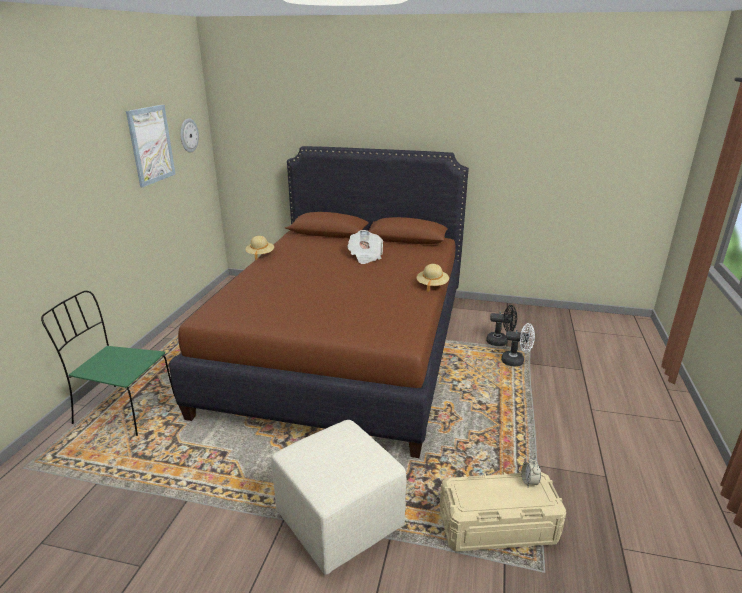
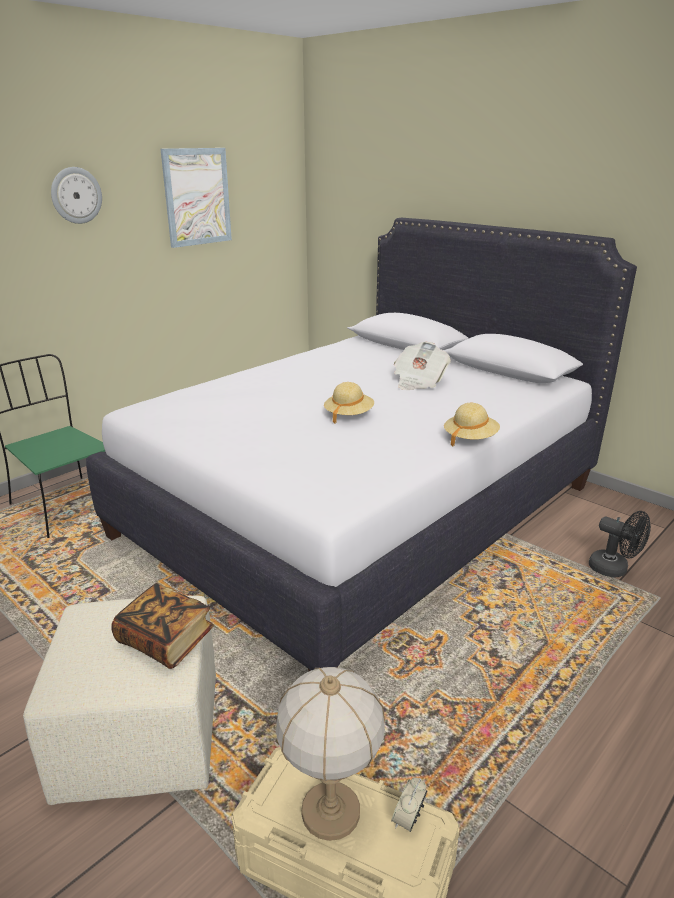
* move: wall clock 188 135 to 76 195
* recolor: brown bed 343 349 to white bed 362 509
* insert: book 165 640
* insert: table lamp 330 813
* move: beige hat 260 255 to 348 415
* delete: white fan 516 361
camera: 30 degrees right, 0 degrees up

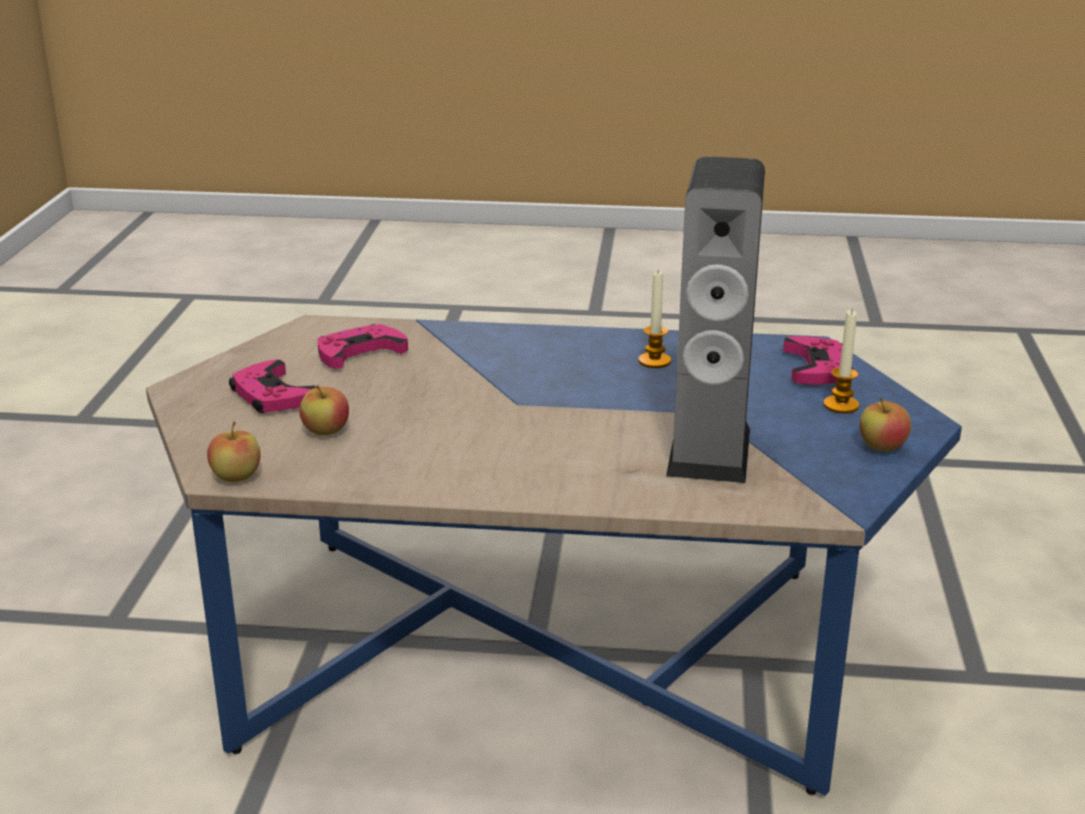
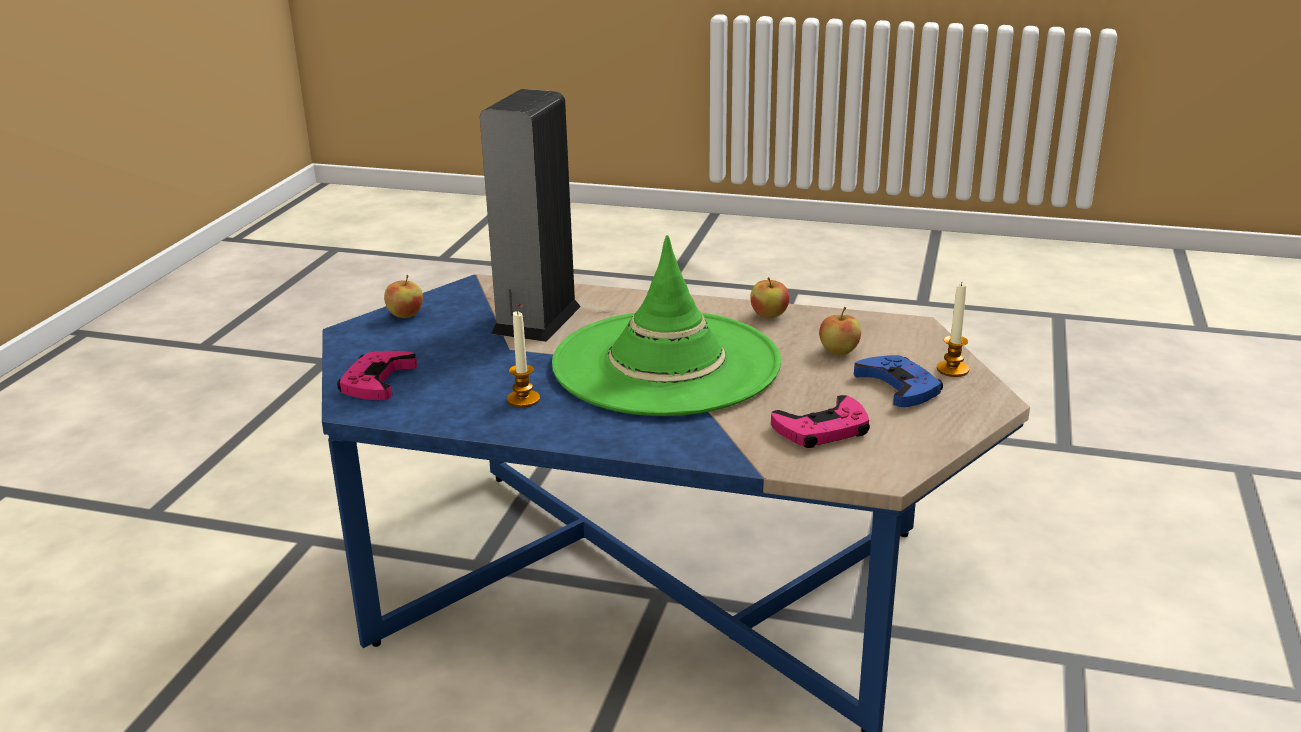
* insert: green hat 666 363
* move: apple 236 477 to 769 315
* recolor: pink game controller 272 395 to blue game controller 899 387
* move: candle 841 405 to 952 369
camera: 170 degrees left, 0 degrees up

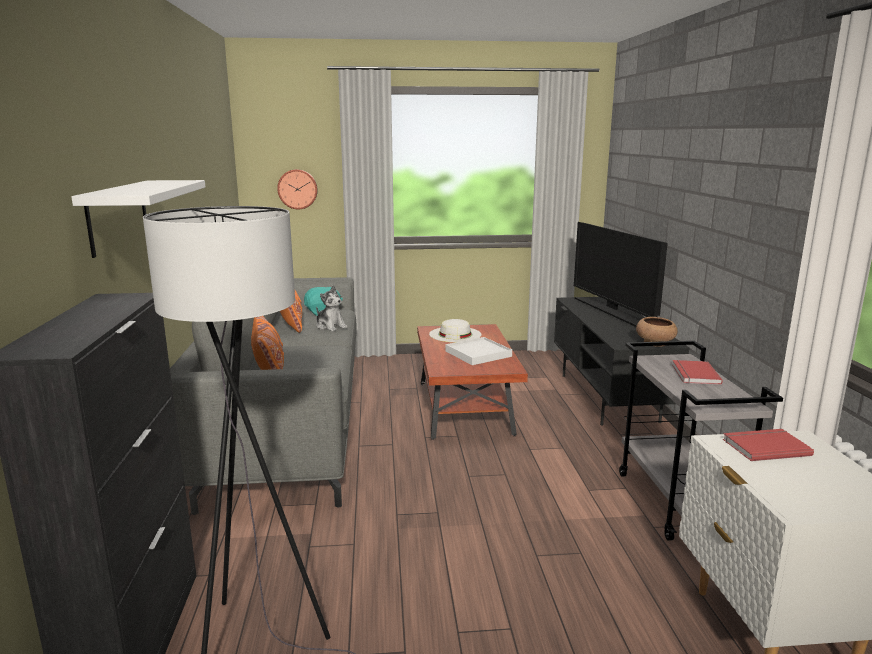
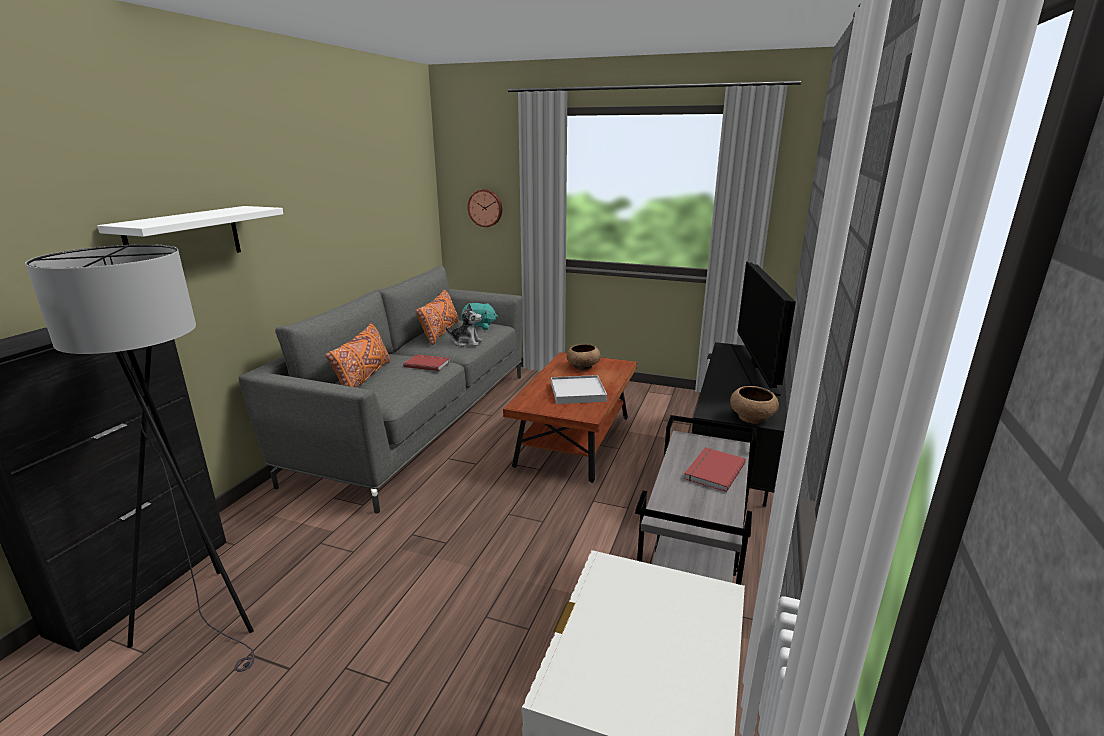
* move: red book 764 446 to 427 364
* rotate: plush toy 330 326 = 466 342 60 degrees counterclockwise
* replace: white hat 455 334 to brown bowl 582 367
camera: 25 degrees right, 5 degrees up

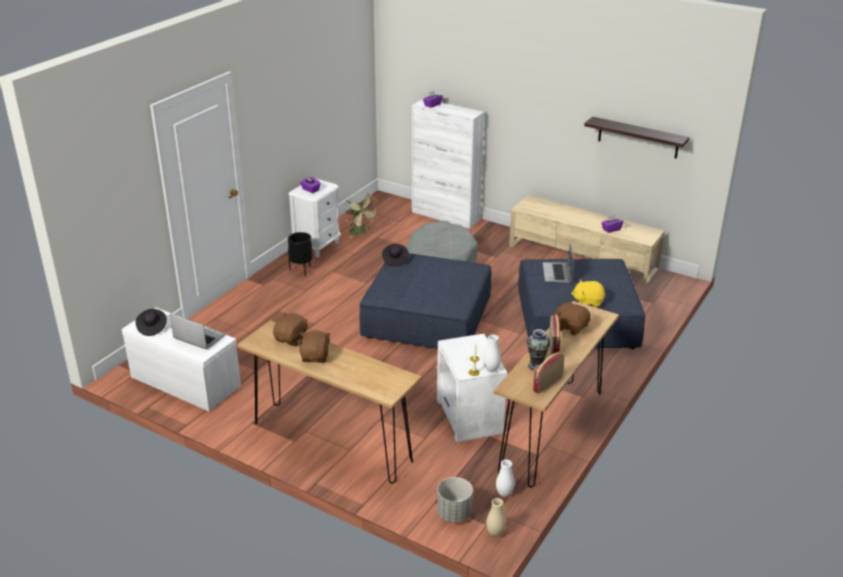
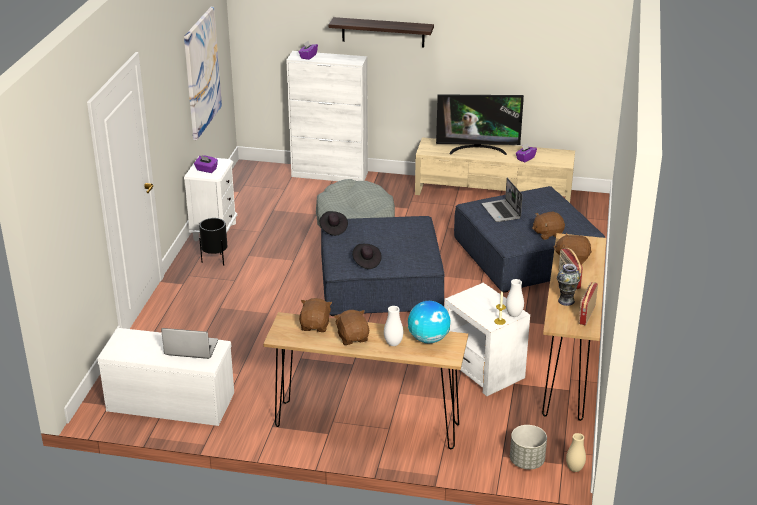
* insert: picture 201 72
* move: shelf 638 138 to 383 32
* move: black hat 152 328 to 366 262
* move: white vase 504 493 to 393 344
* insert: globe 428 339
* insert: television 477 149
* recolor: yellow plush toy 588 302 to brown plush toy 547 234
* delete: green fan 360 232
camera: 20 degrees left, 0 degrees up

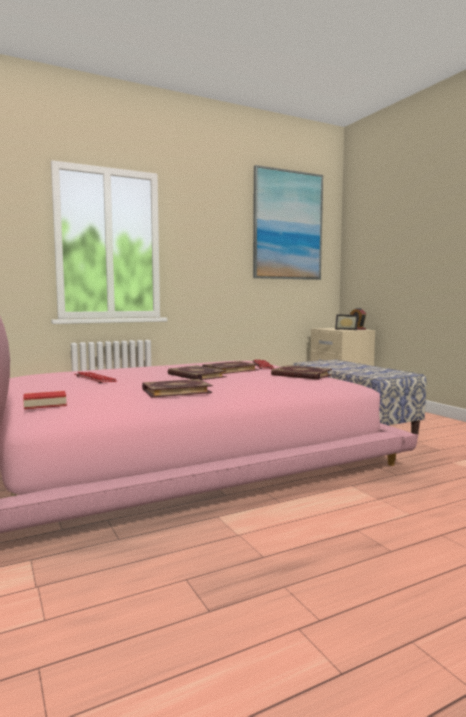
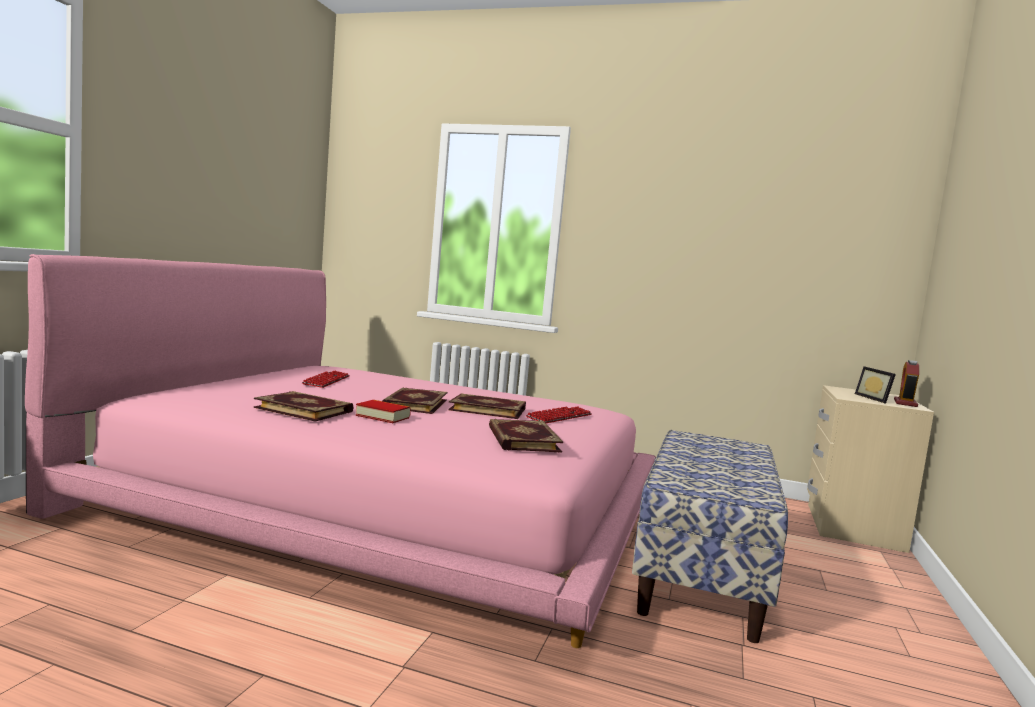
* move: book 45 404 to 382 416
* delete: picture 287 225
camera: 45 degrees right, 0 degrees up

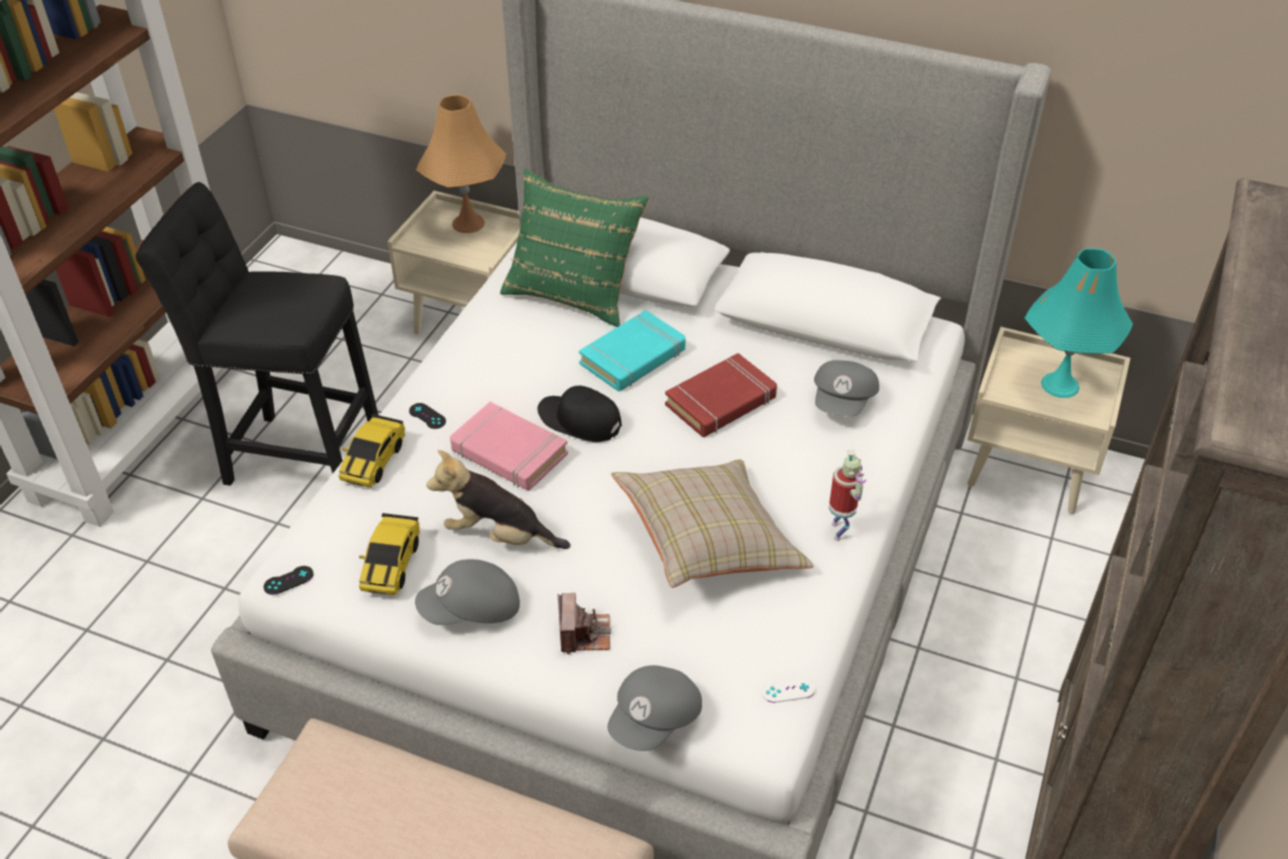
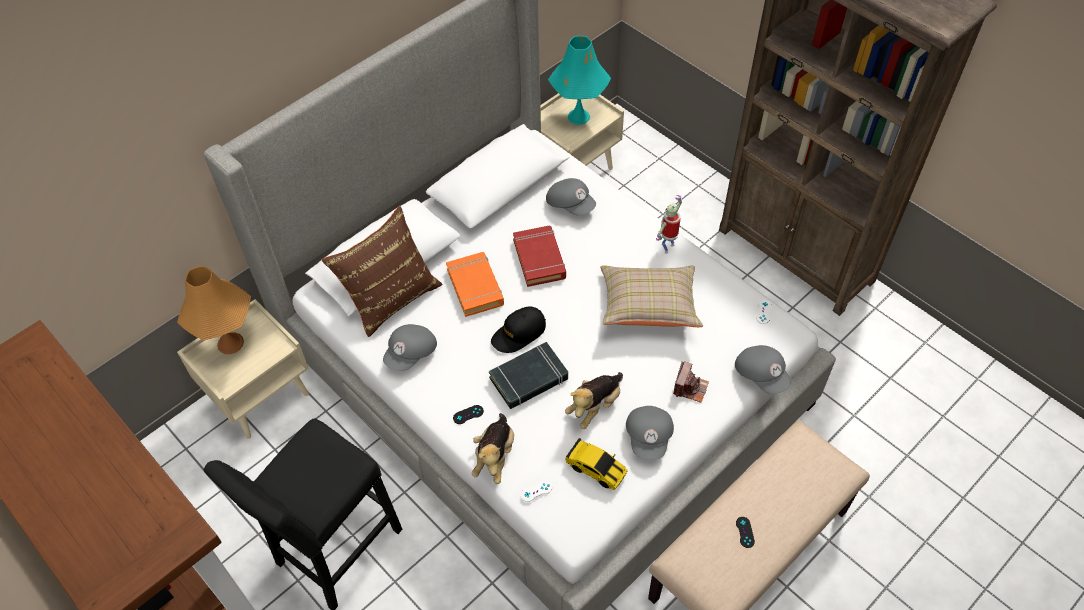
* recolor: green pillow 574 291 to brown pillow 390 296
* insert: grey cap 411 354
* recolor: turquoise book 633 357 to orange book 475 287
* replace: toy car 374 461 to plush toy 495 456
* recolor: pink book 508 453 to black book 529 379
* insert: white game controller 536 491
* rotate: toy robot 840 532 = 667 247 75 degrees counterclockwise
* rotate: photo camera 584 633 = 690 387 90 degrees clockwise
* move: black game controller 288 580 to 745 532
camera: 65 degrees left, 10 degrees up

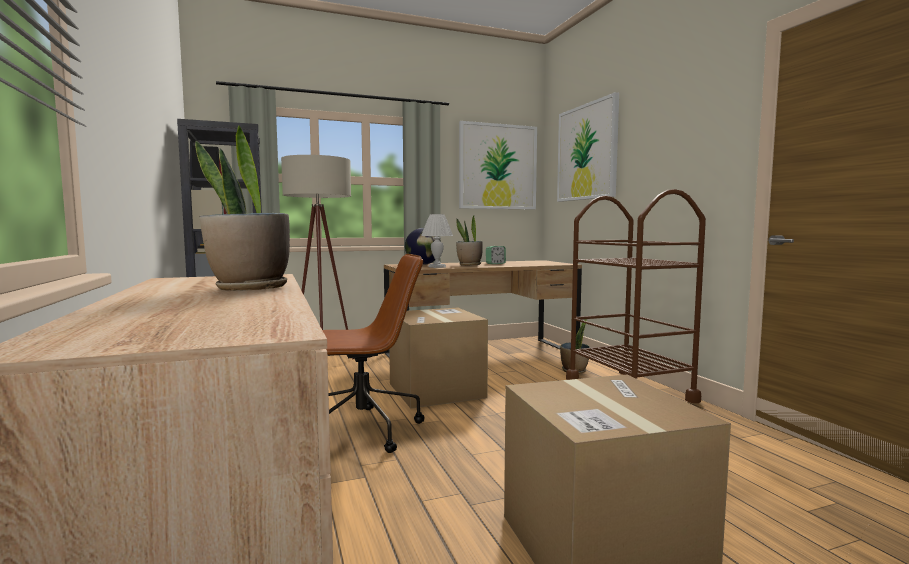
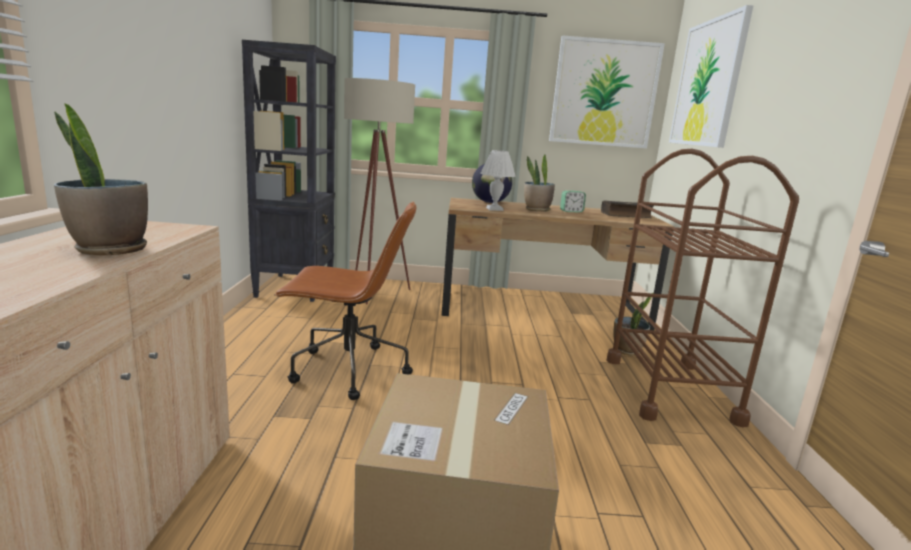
* insert: book 626 215
* delete: cardboard box 436 390
camera: 20 degrees right, 10 degrees up

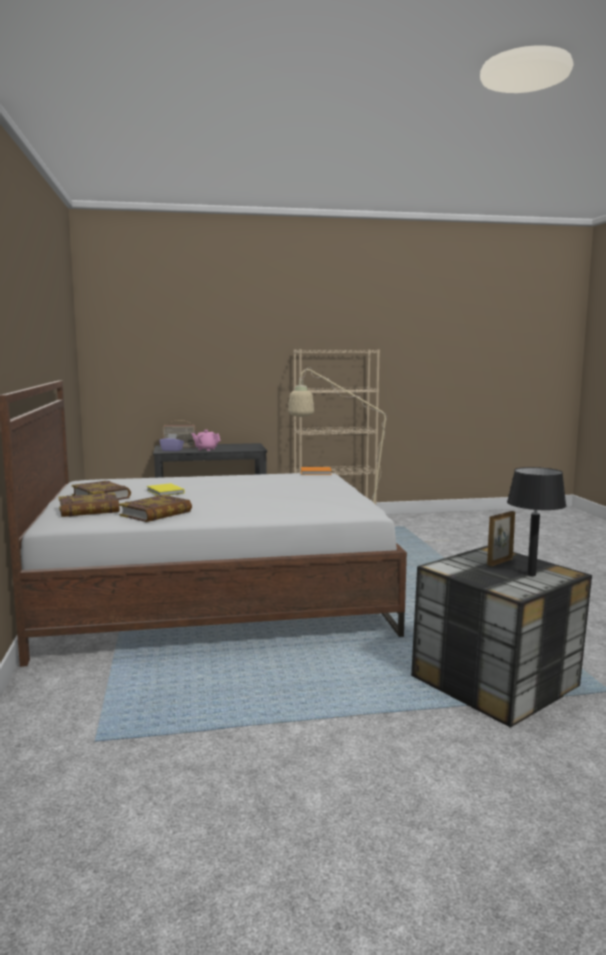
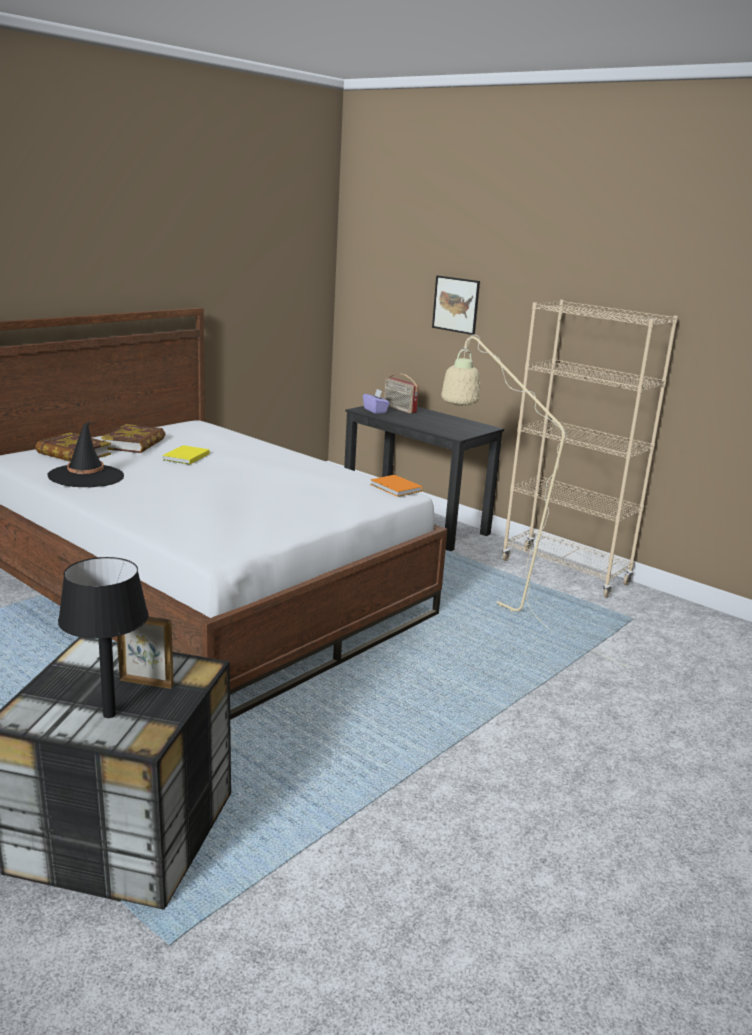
* replace: book 156 514 to black hat 86 476
* insert: picture 456 304
* delete: pink teapot 206 449
camera: 50 degrees right, 10 degrees up

